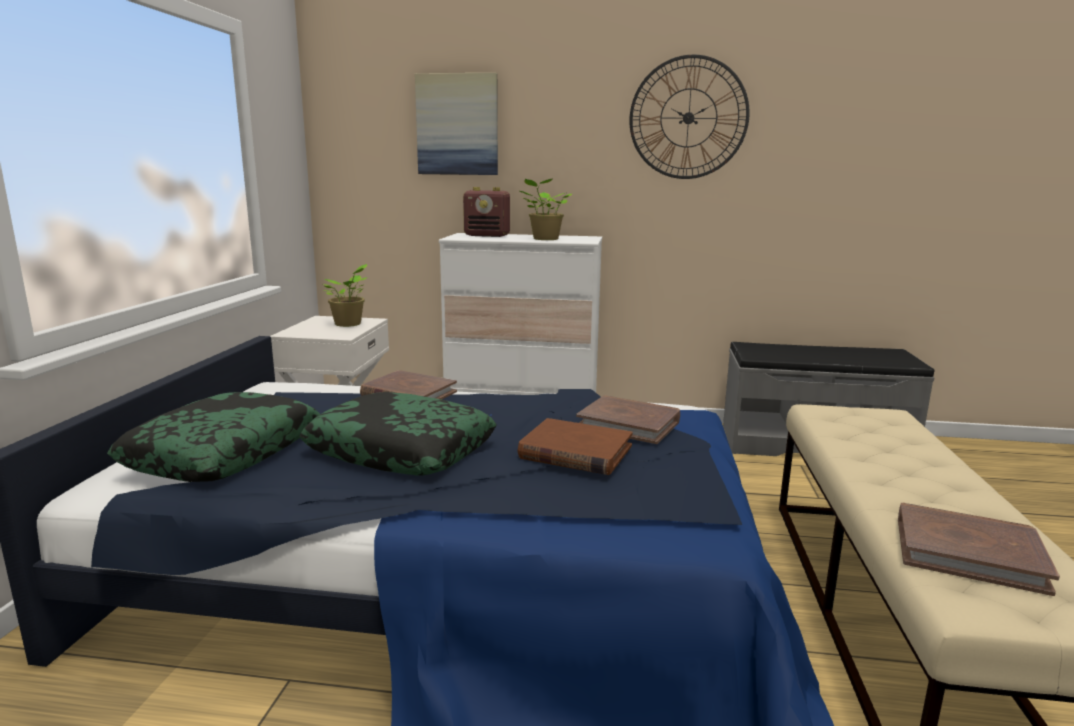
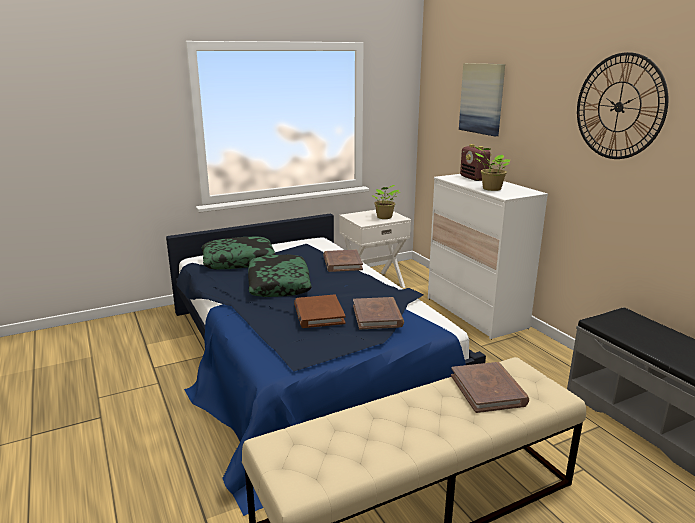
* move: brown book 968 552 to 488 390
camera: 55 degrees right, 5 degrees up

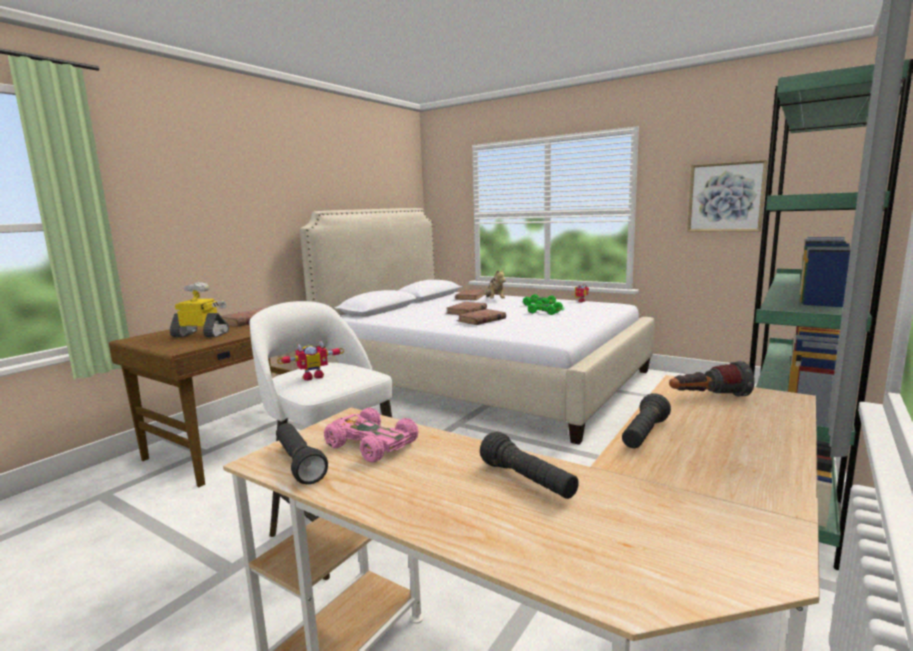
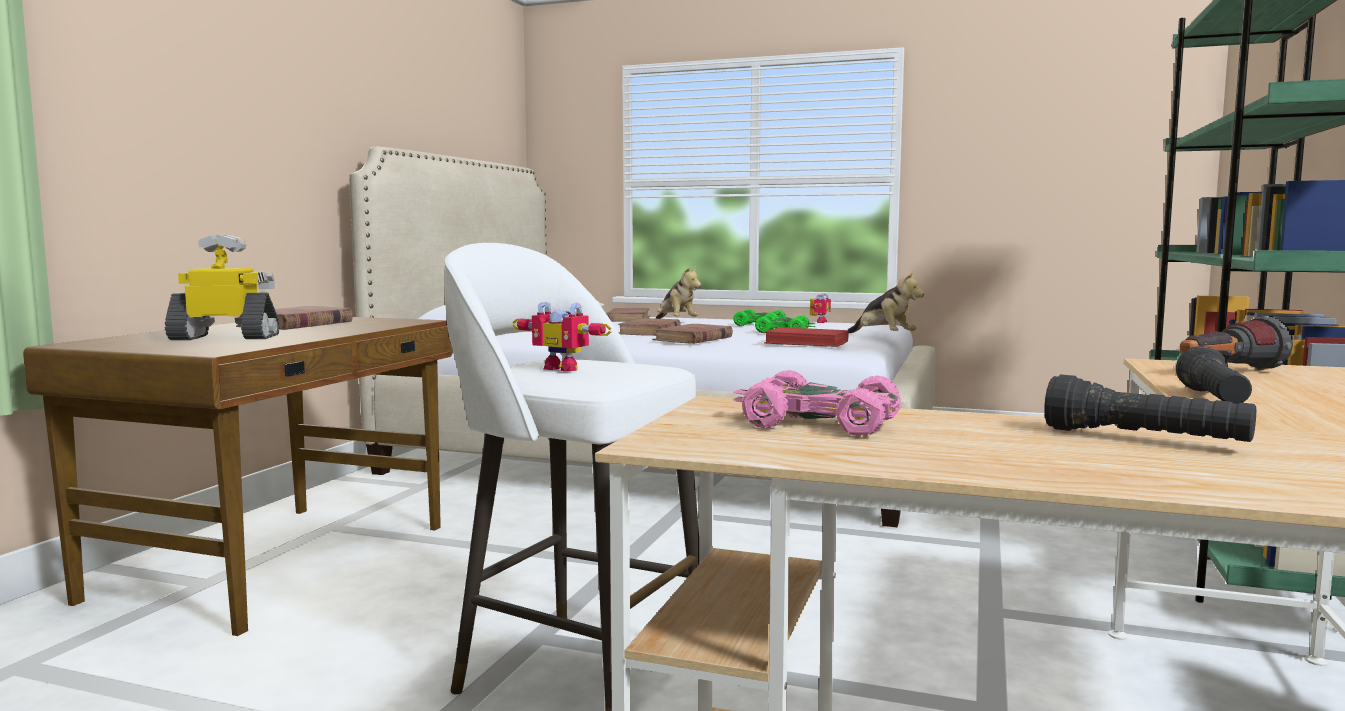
* rotate: toy robot 312 376 = 565 368 75 degrees clockwise
* insert: red book 807 342
* insert: plush toy 883 337
* delete: black flashlight 299 464
* delete: picture 725 197
camera: 15 degrees left, 5 degrees down

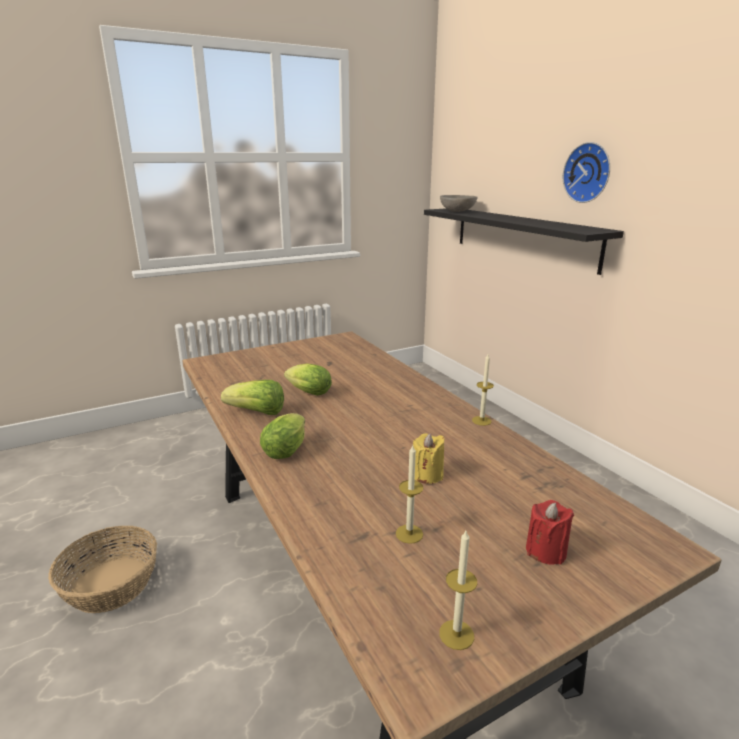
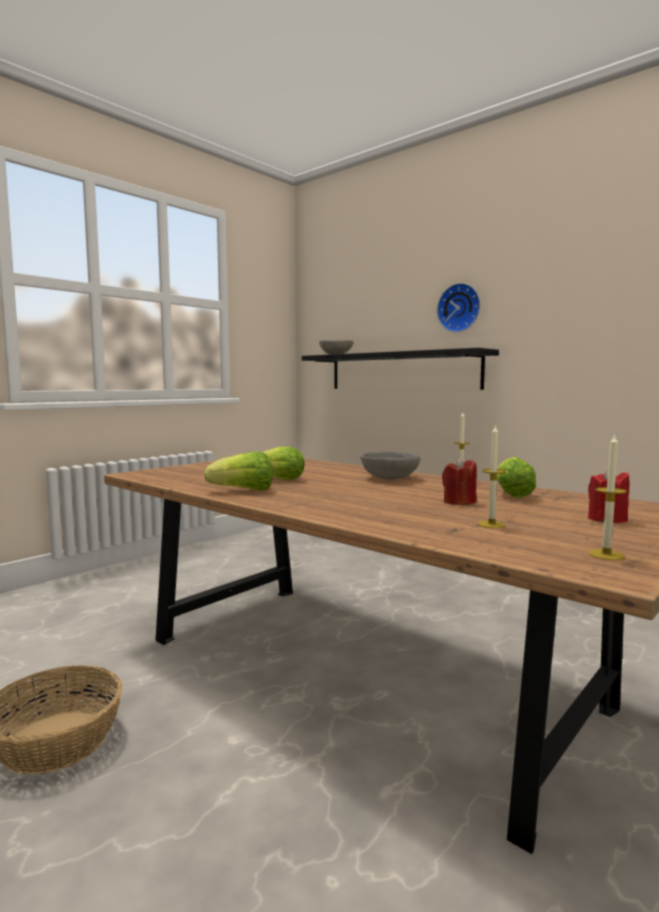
* insert: grey bowl 390 478
* recolor: yellow candle 427 475 to red candle 459 502
* move: lettuce 287 449 to 511 494
camera: 20 degrees left, 15 degrees down

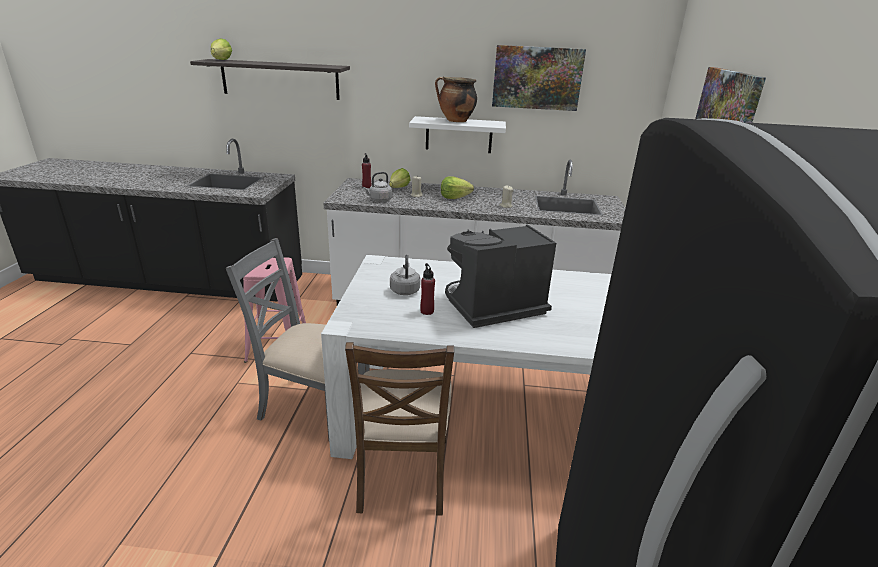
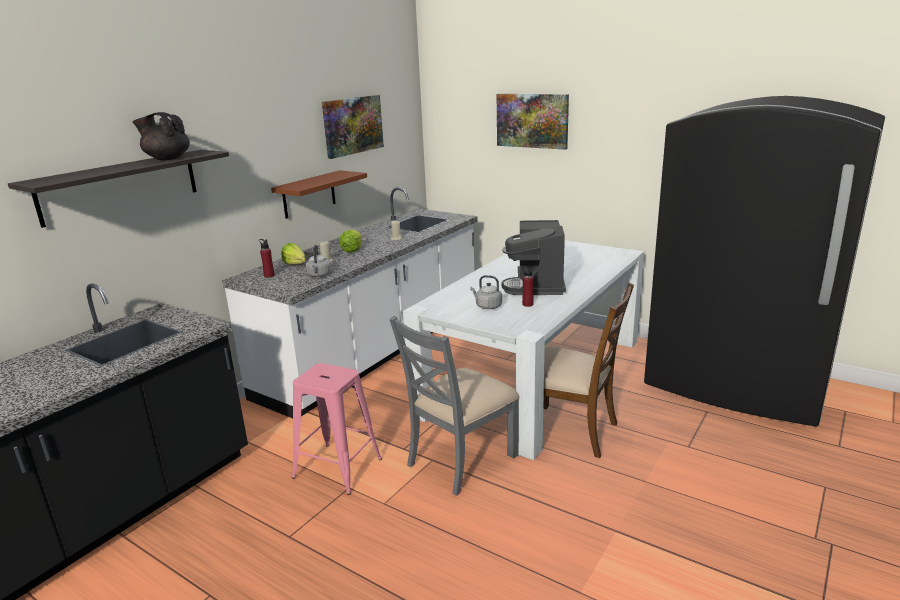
* insert: black teapot 167 159
* recolor: white shelf 459 135 to brown shelf 309 194
* delete: lettuce 219 60
* delete: cooking pot 455 121
camera: 60 degrees left, 5 degrees down

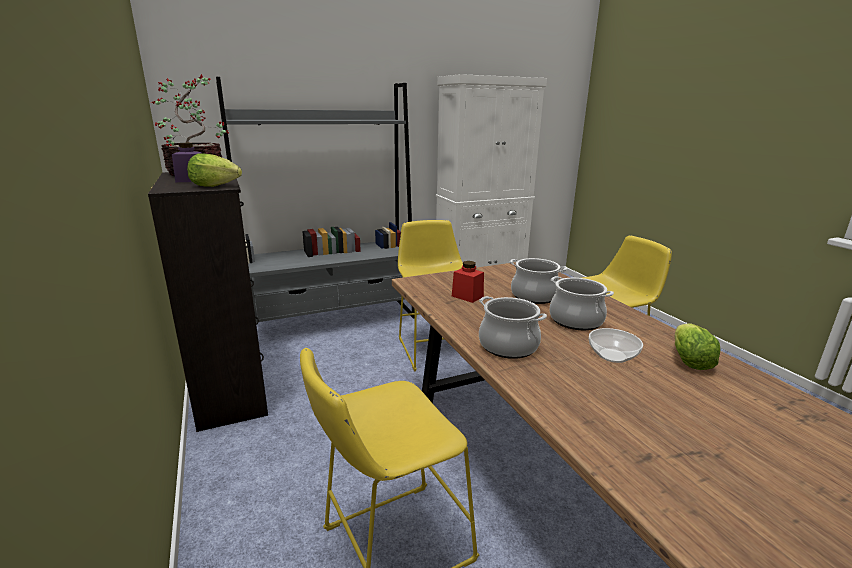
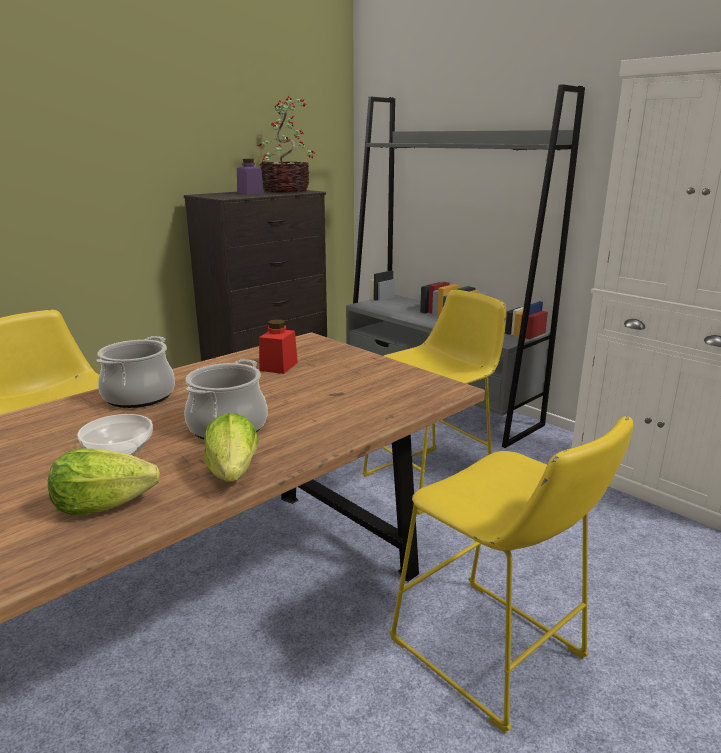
* move: lettuce 215 186 to 233 472
* delete: cooking pot 534 296
camera: 70 degrees right, 0 degrees up

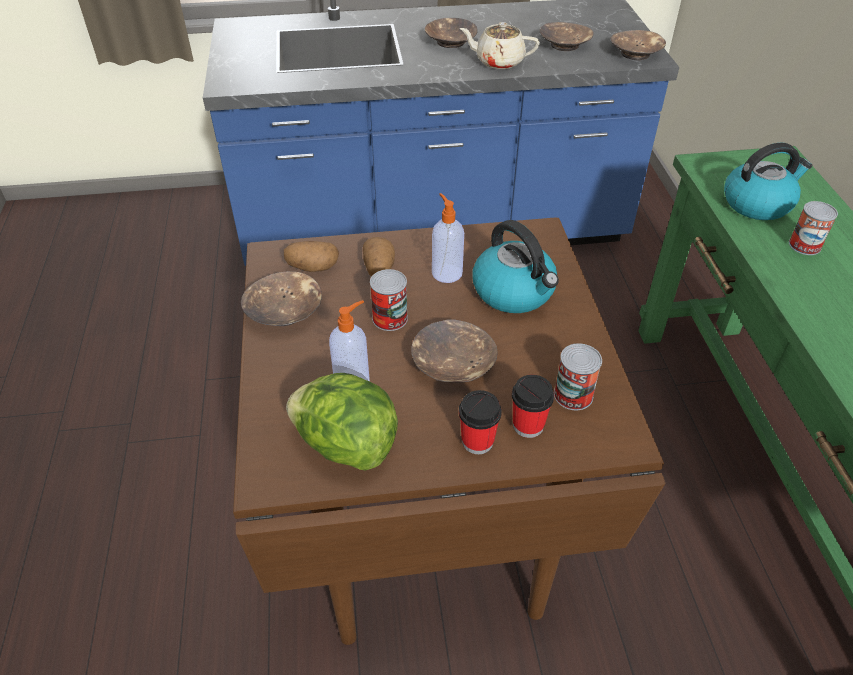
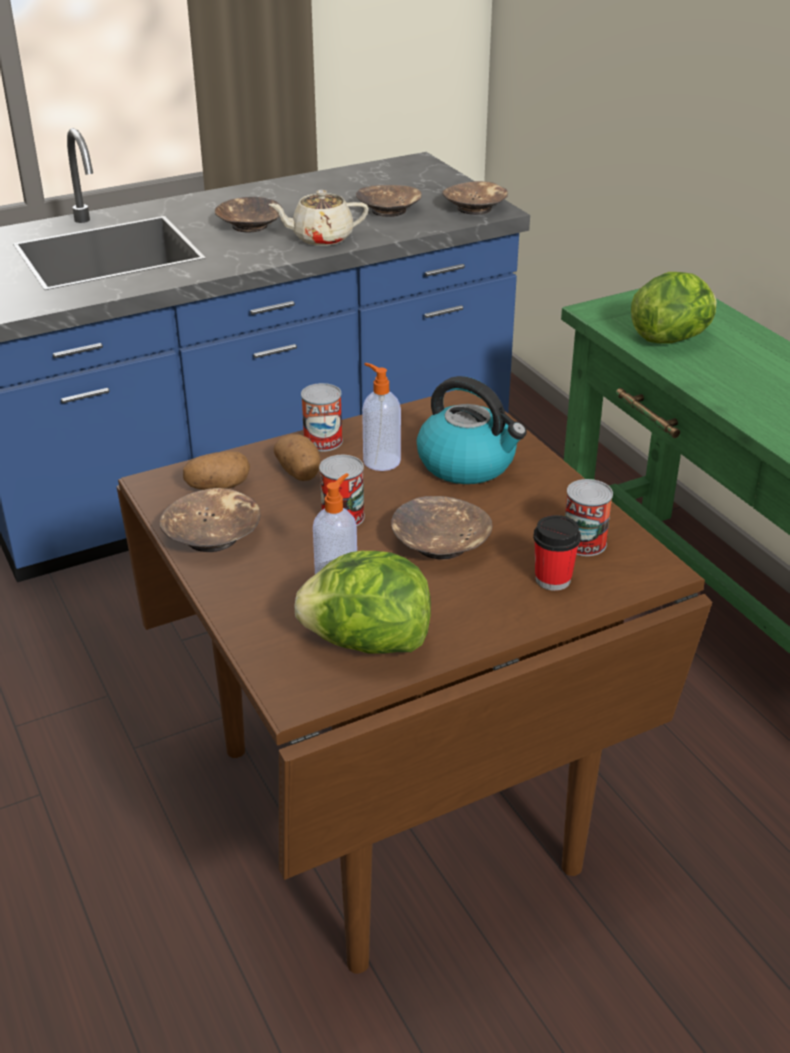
* move: can 804 245 to 323 441
* replace: kettle 757 203 to lettuce 672 338
* delete: cup 477 441
camera: 20 degrees left, 10 degrees down

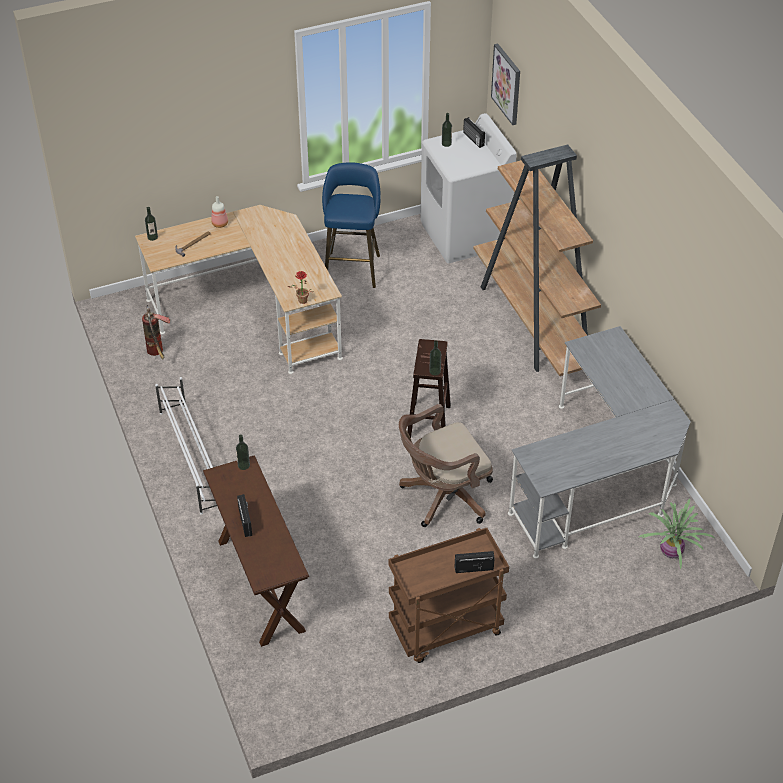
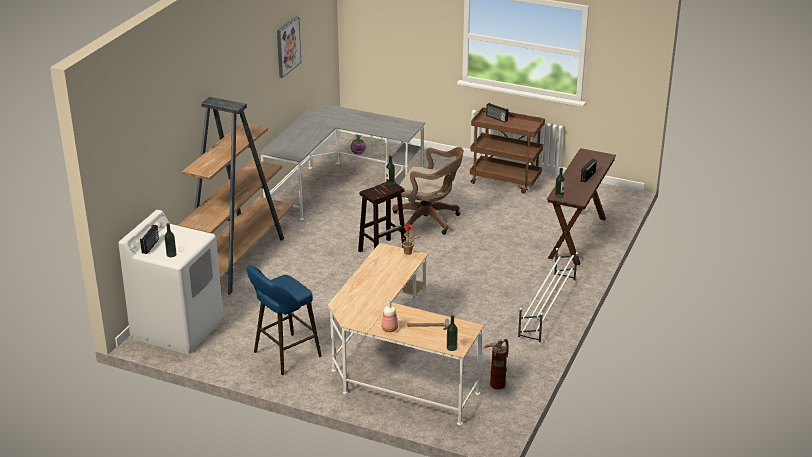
* move: picture 507 84 to 287 46
camera: 135 degrees left, 15 degrees down

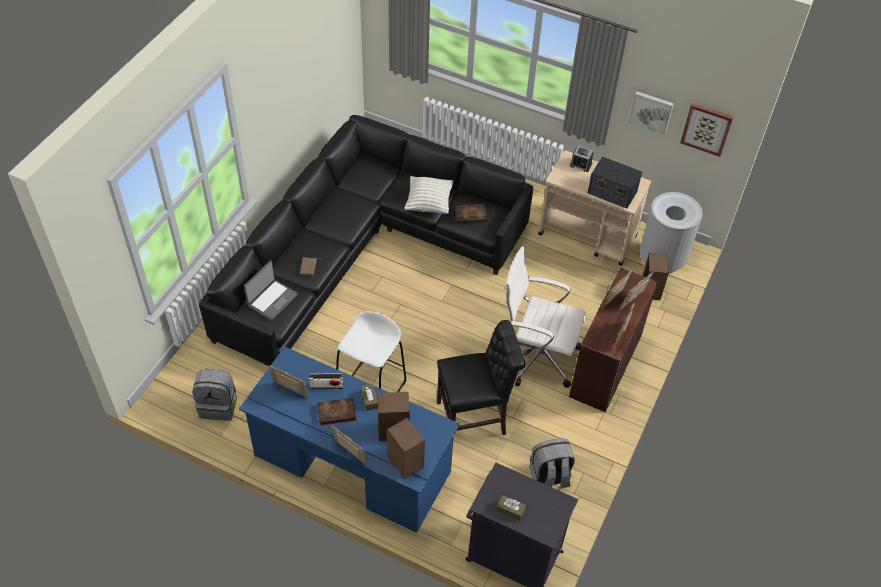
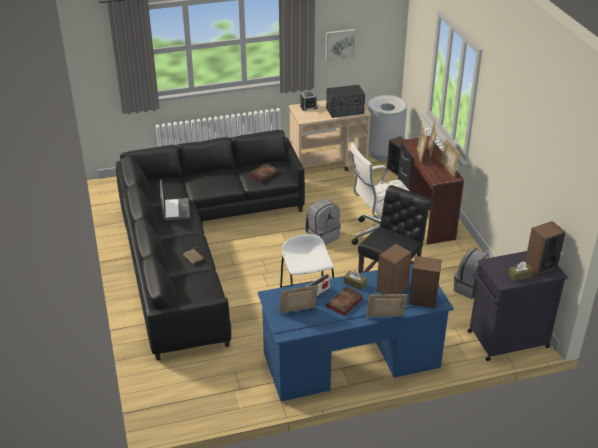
* move: laptop 272 300 to 175 210
* move: grey backpack 218 405 to 322 236
* insert: speaker 540 265
* delete: pillow 428 203
* delete: picture 706 128
camera: 40 degrees left, 15 degrees down

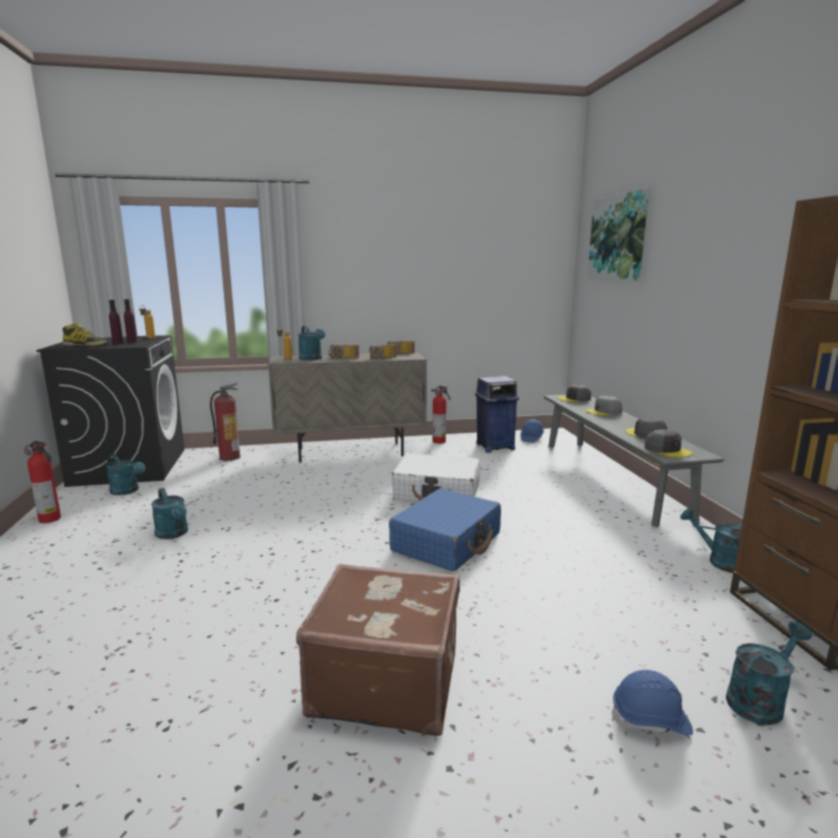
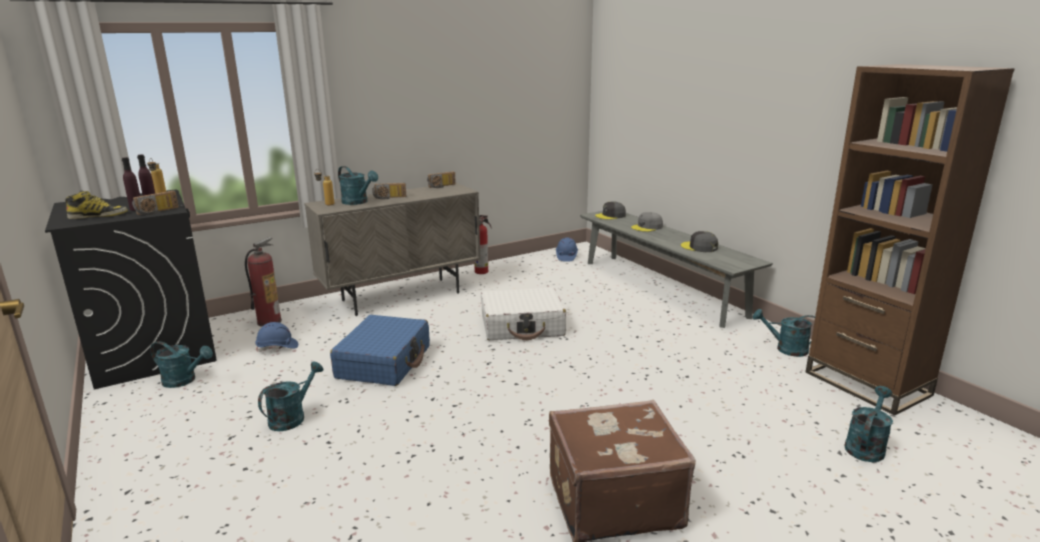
* move: radio 384 358 to 158 212
* move: blue hard hat 651 720 to 277 347
* rotate: turquoise watering can 174 534 = 292 417 90 degrees counterclockwise
* move: blue suitcase 447 542 to 384 362
* delete: fire extinguisher 51 519
* delete: blue trash can 494 446
* delete: picture 618 238
* delete: grey cap 667 450
camera: 20 degrees left, 5 degrees up

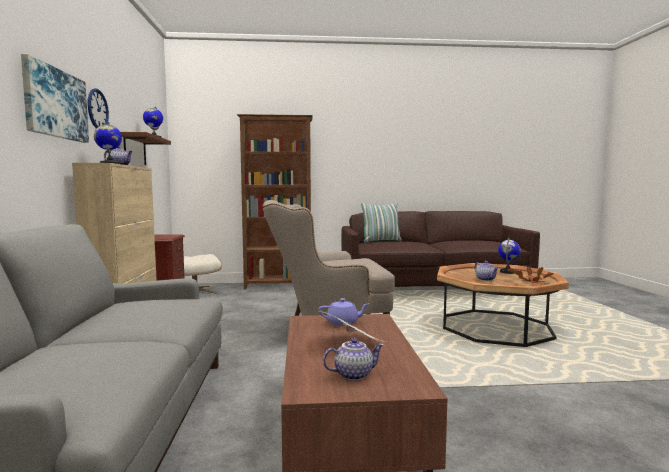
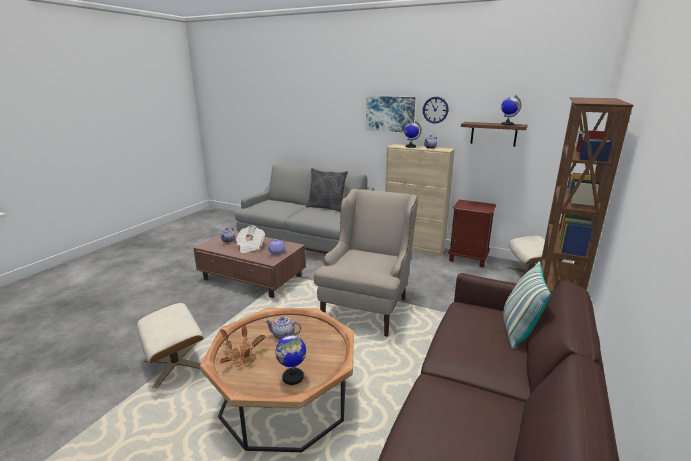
* insert: beige ottoman 176 364
* insert: grey pillow 326 207
camera: 120 degrees right, 15 degrees up

